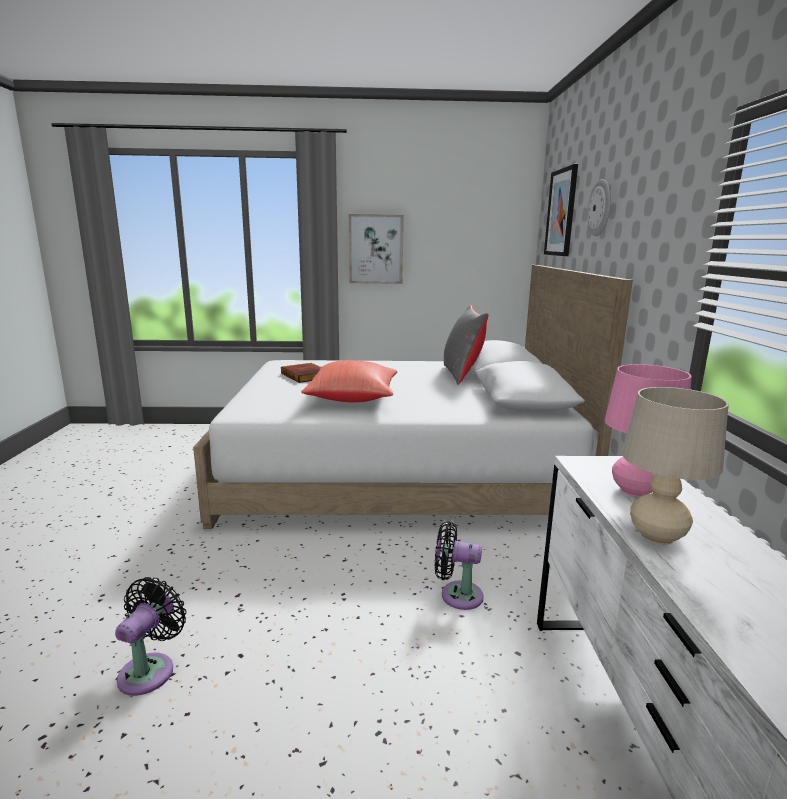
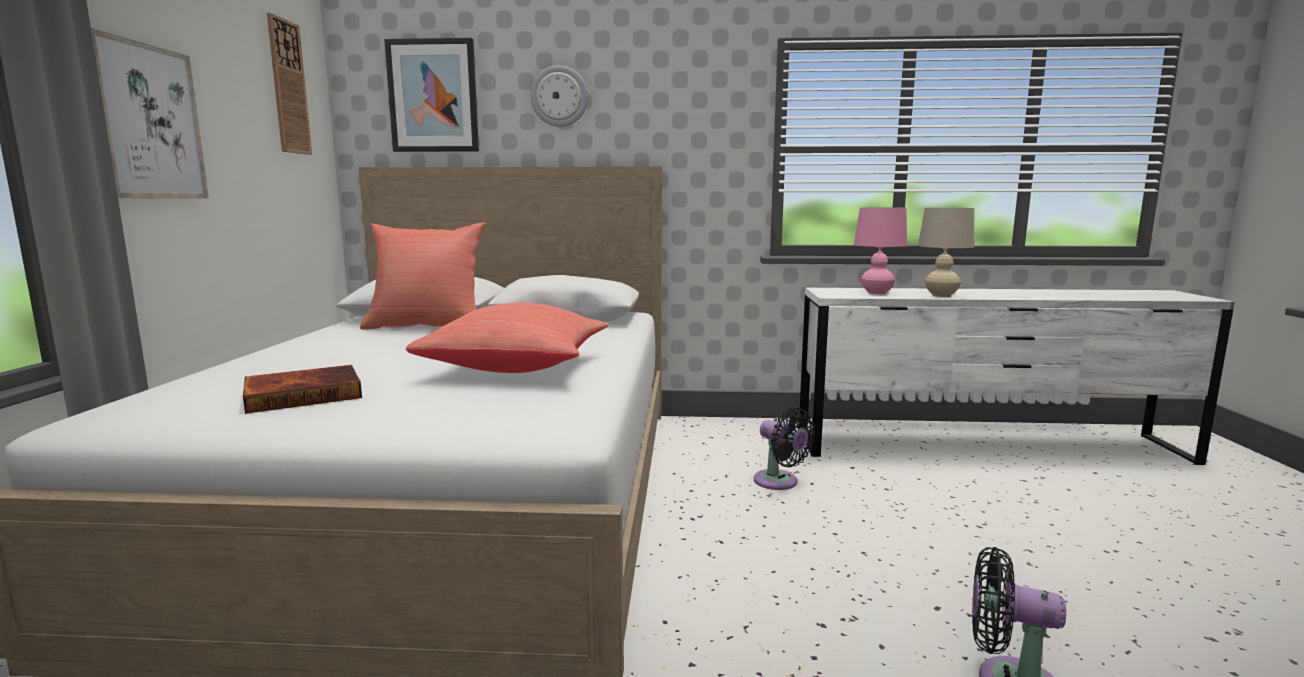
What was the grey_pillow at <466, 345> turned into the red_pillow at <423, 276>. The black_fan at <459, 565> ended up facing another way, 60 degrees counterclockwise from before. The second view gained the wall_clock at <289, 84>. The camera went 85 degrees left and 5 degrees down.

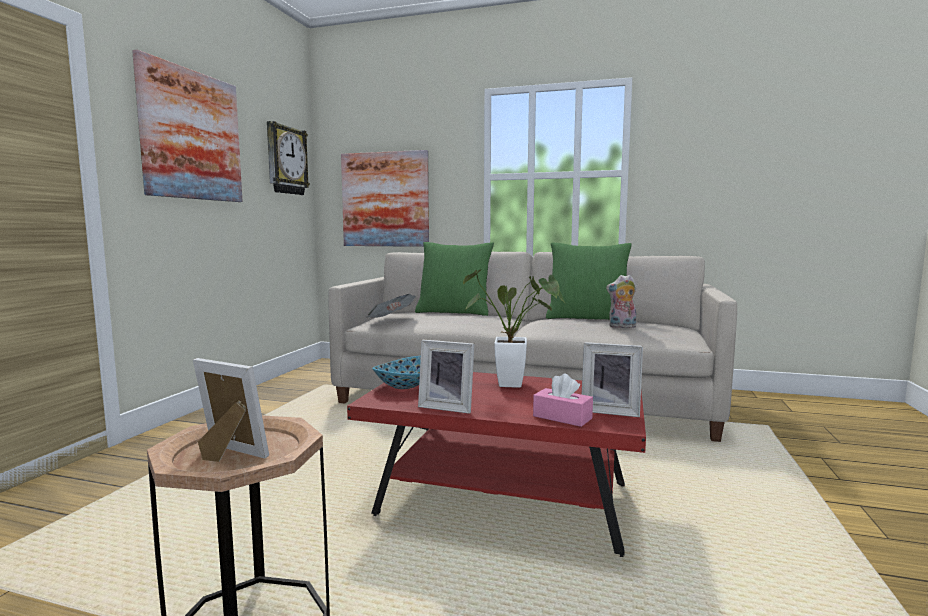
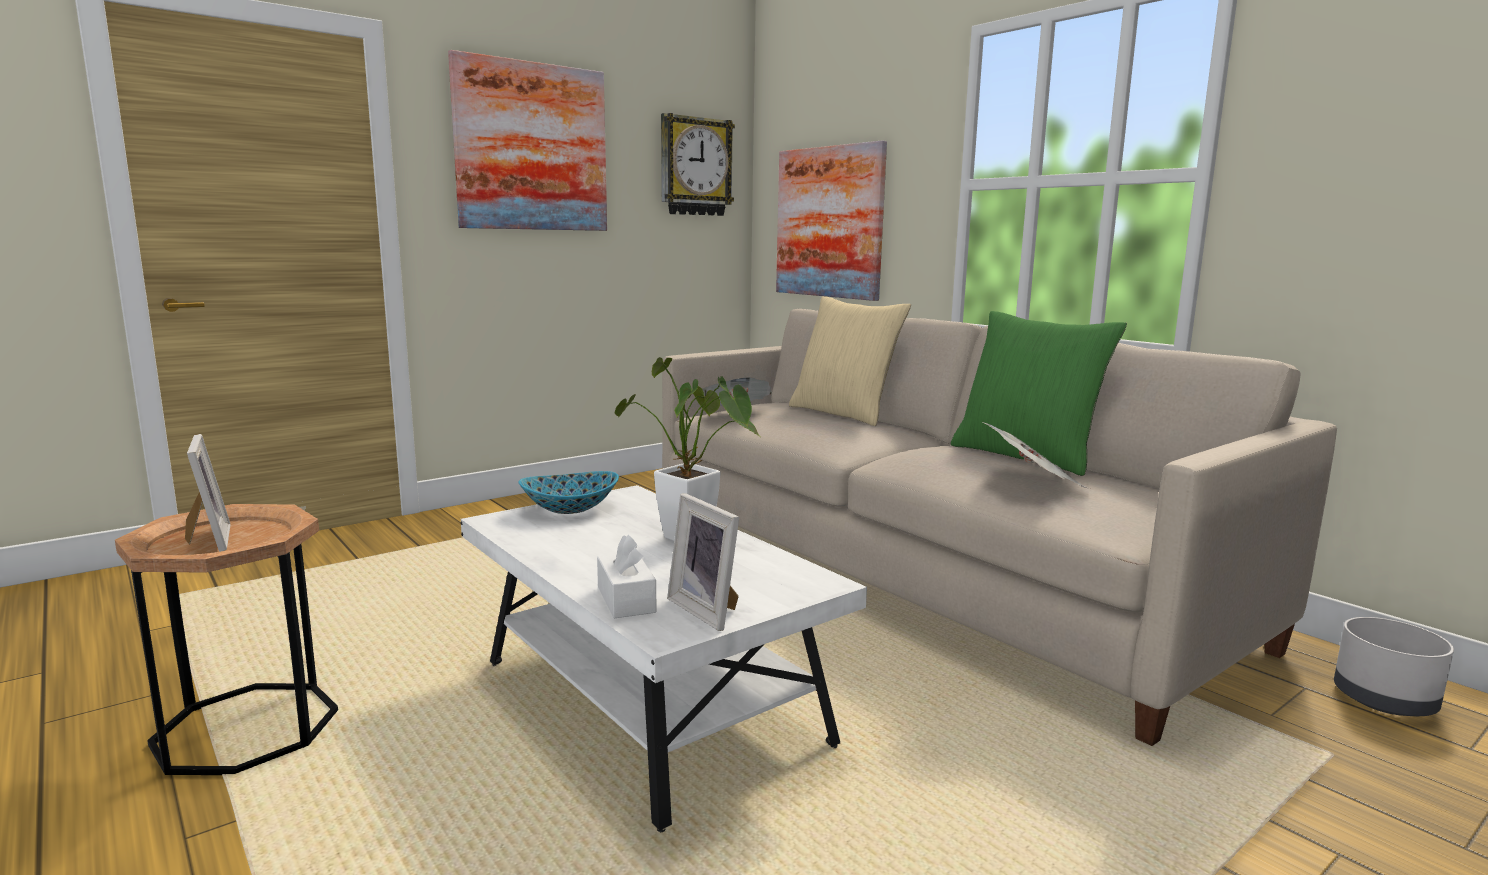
What was the green_pillow at <454, 279> turned into the beige_pillow at <850, 361>. Where the plush_toy stood at <621, 302>, the newspaper came to stand at <1036, 455>. The second view lost the picture_frame at <446, 377>. What was the red_coffee_table at <496, 464> turned into the white_coffee_table at <664, 658>. What was the pink_tissue_box at <563, 400> turned into the white_tissue_box at <627, 576>. The second view gained the grey_planter at <1394, 666>. The camera went 35 degrees right and 5 degrees up.

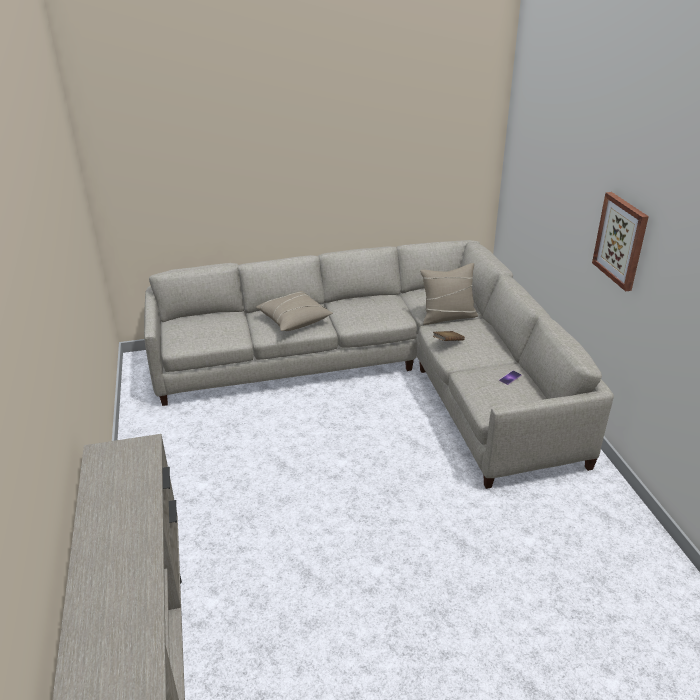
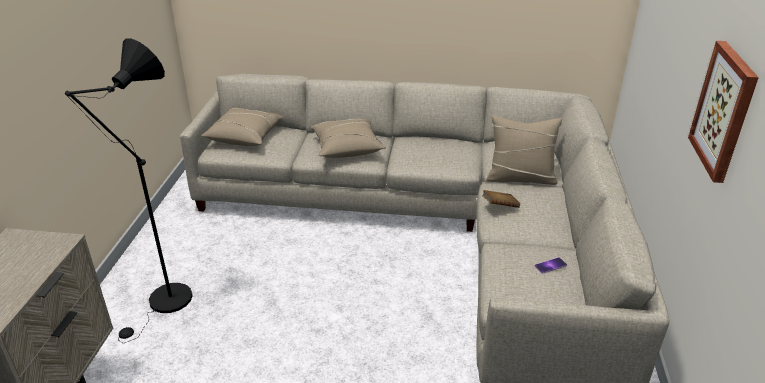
The second view gained the black_floor_lamp at <129, 190>. The second view gained the beige_pillow at <242, 127>. The camera went 20 degrees right and 0 degrees up.

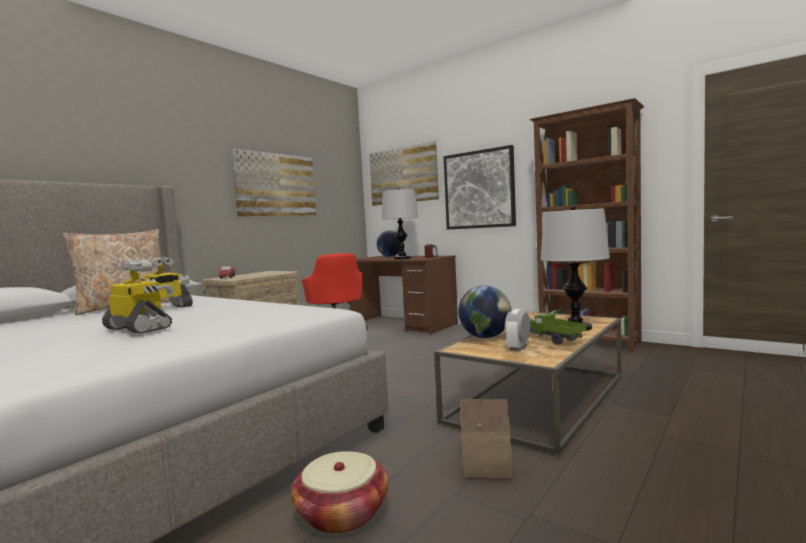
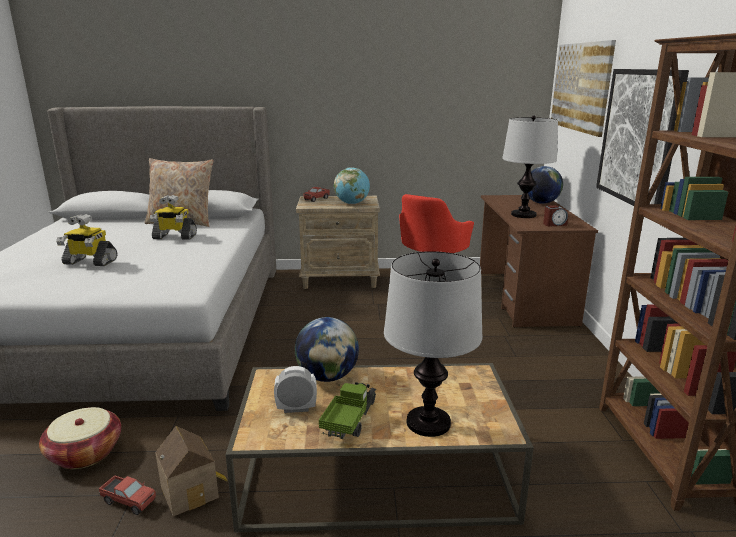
The second view lost the picture at <274, 182>. The toy_robot at <138, 297> ended up facing another way, 105 degrees clockwise from before. The second view gained the globe at <352, 185>. The second view gained the toy_truck at <127, 495>. The camera went 50 degrees right and 15 degrees up.

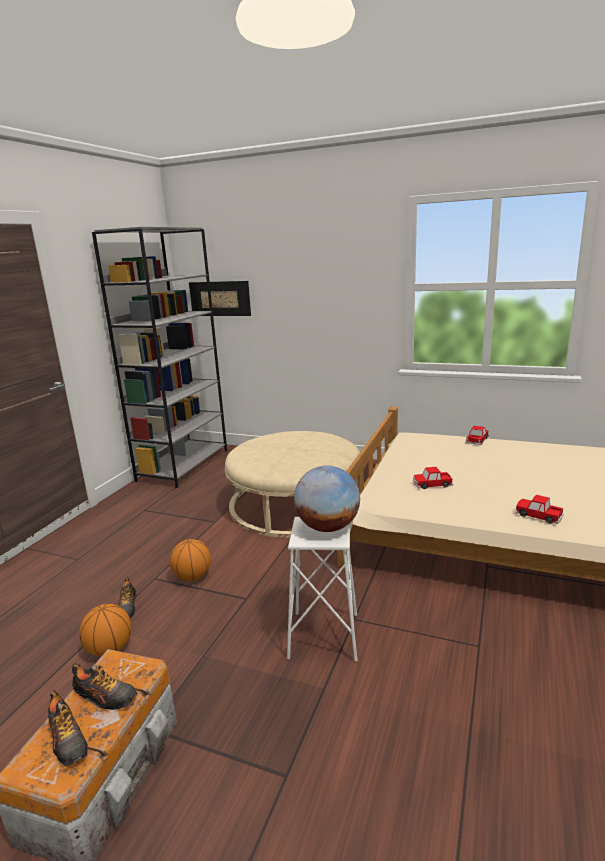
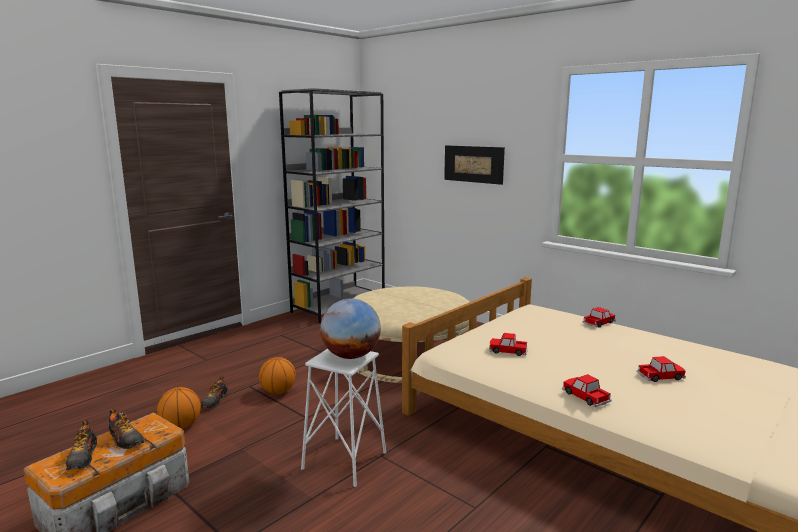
The picture ended up elsewhere, having gone from <220, 298> to <474, 165>. The second view gained the toy_car at <661, 369>. The camera went 20 degrees right and 5 degrees down.

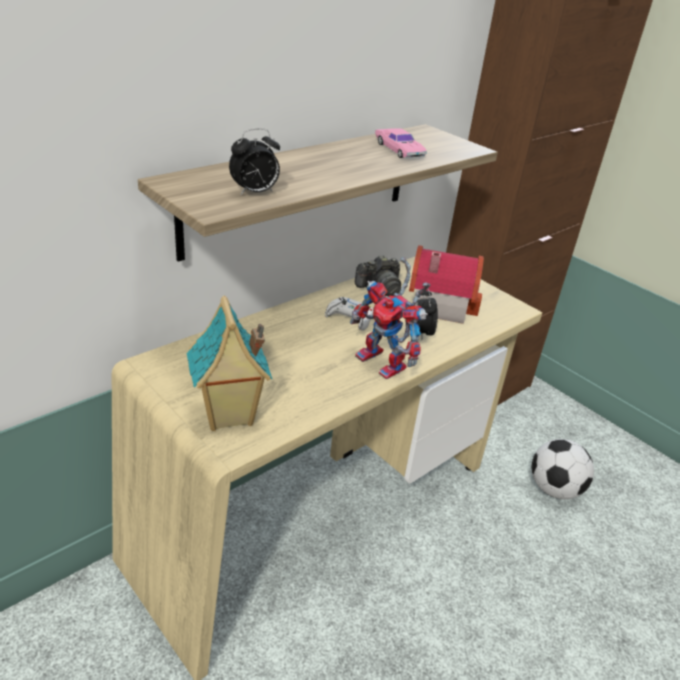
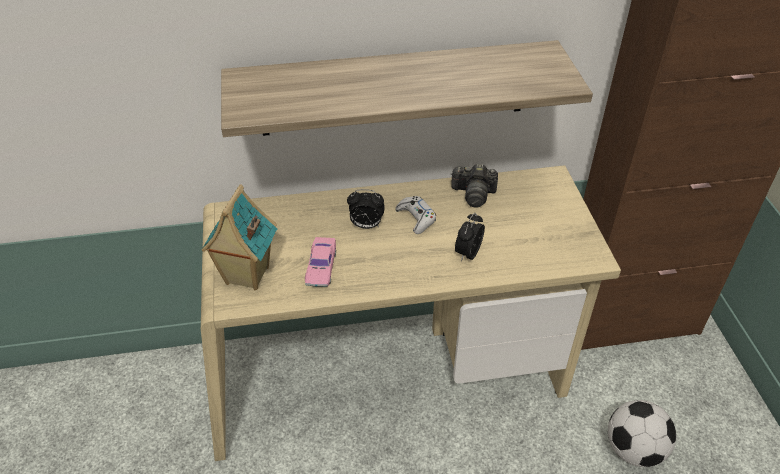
The alarm_clock ended up elsewhere, having gone from <254, 161> to <366, 209>. The pink_toy_car ended up elsewhere, having gone from <401, 143> to <320, 262>. The second view lost the toy_house at <446, 284>. The second view lost the toy_robot at <390, 318>. The camera went 35 degrees right and 10 degrees up.

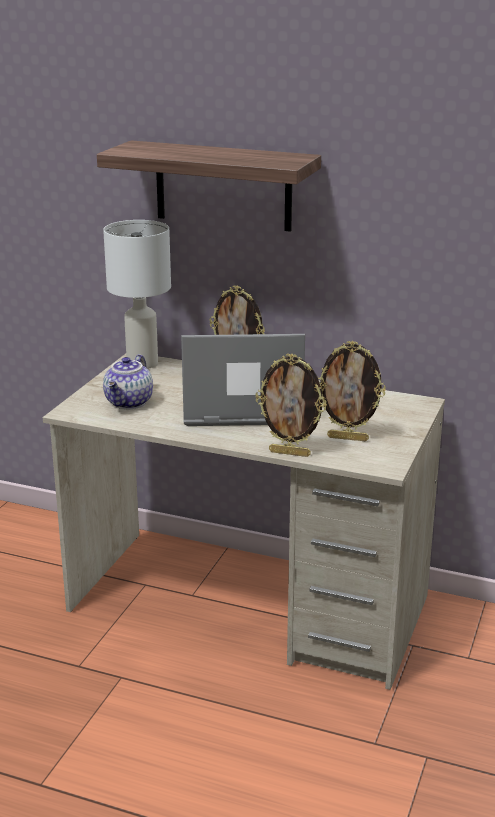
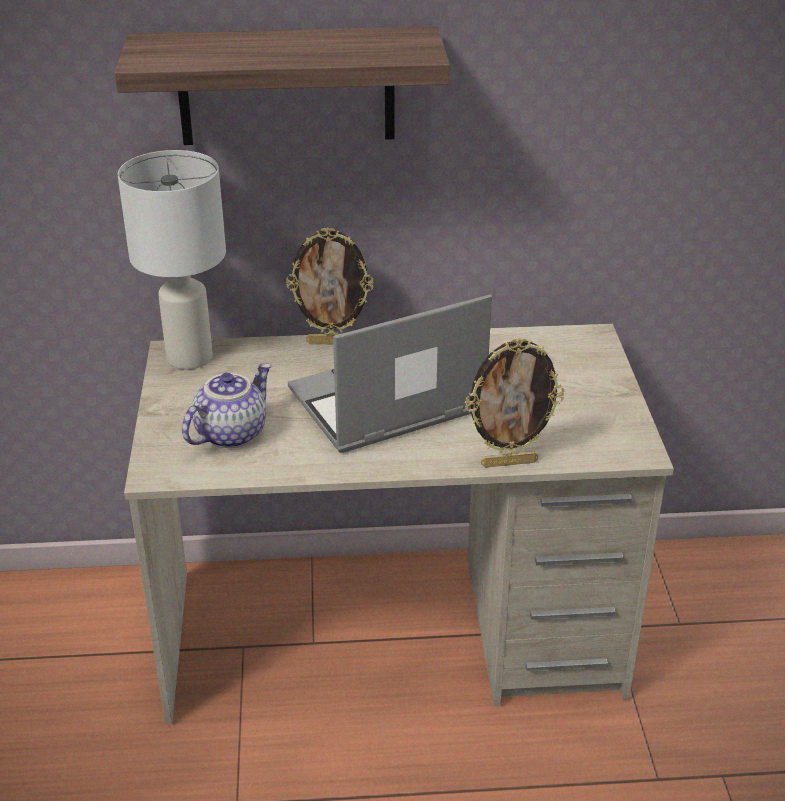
The second view lost the picture_frame at <352, 391>. The teapot at <128, 381> ended up facing another way, 135 degrees counterclockwise from before. The camera went 25 degrees left and 10 degrees up.

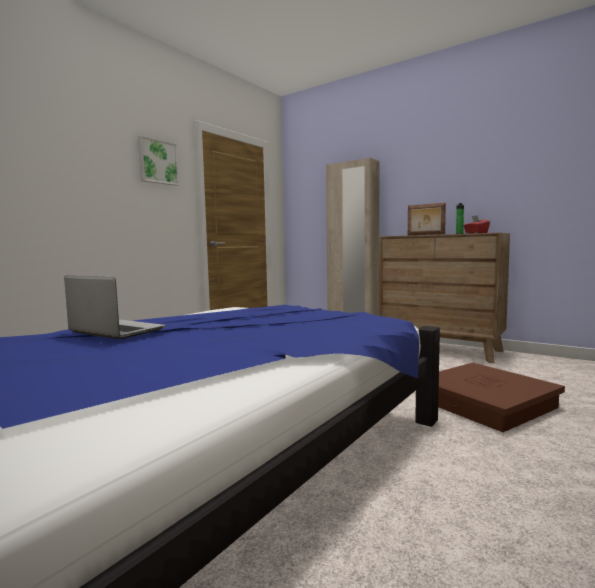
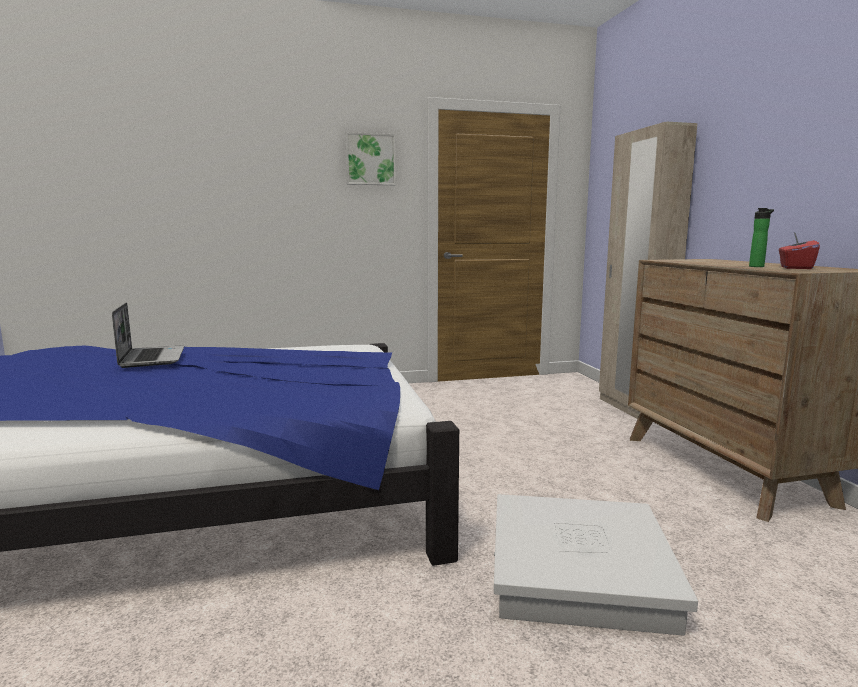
The second view lost the picture_frame at <427, 219>. What was the brown_storage_box at <501, 397> turned into the white_storage_box at <596, 565>. The camera went 40 degrees right and 5 degrees up.

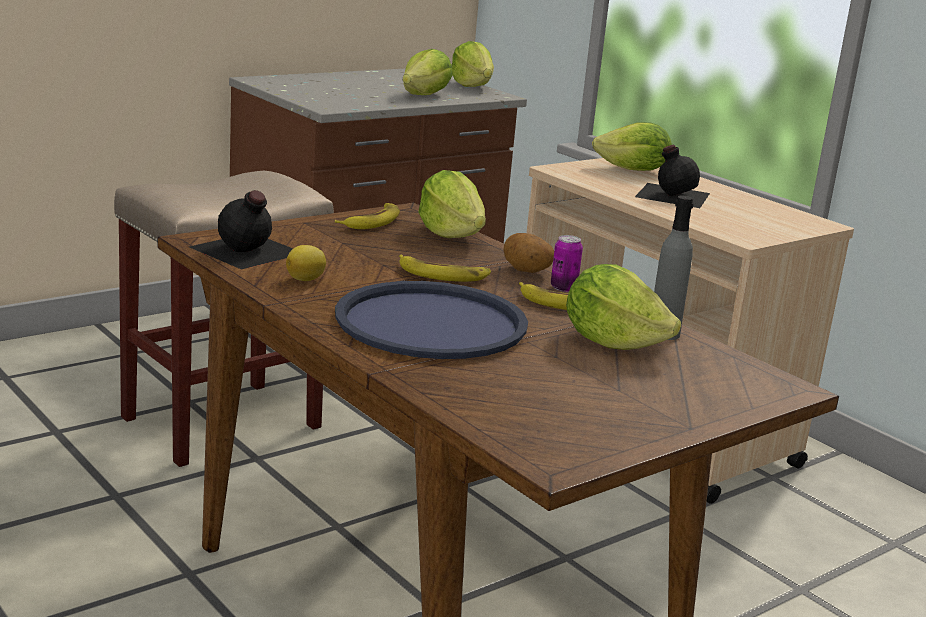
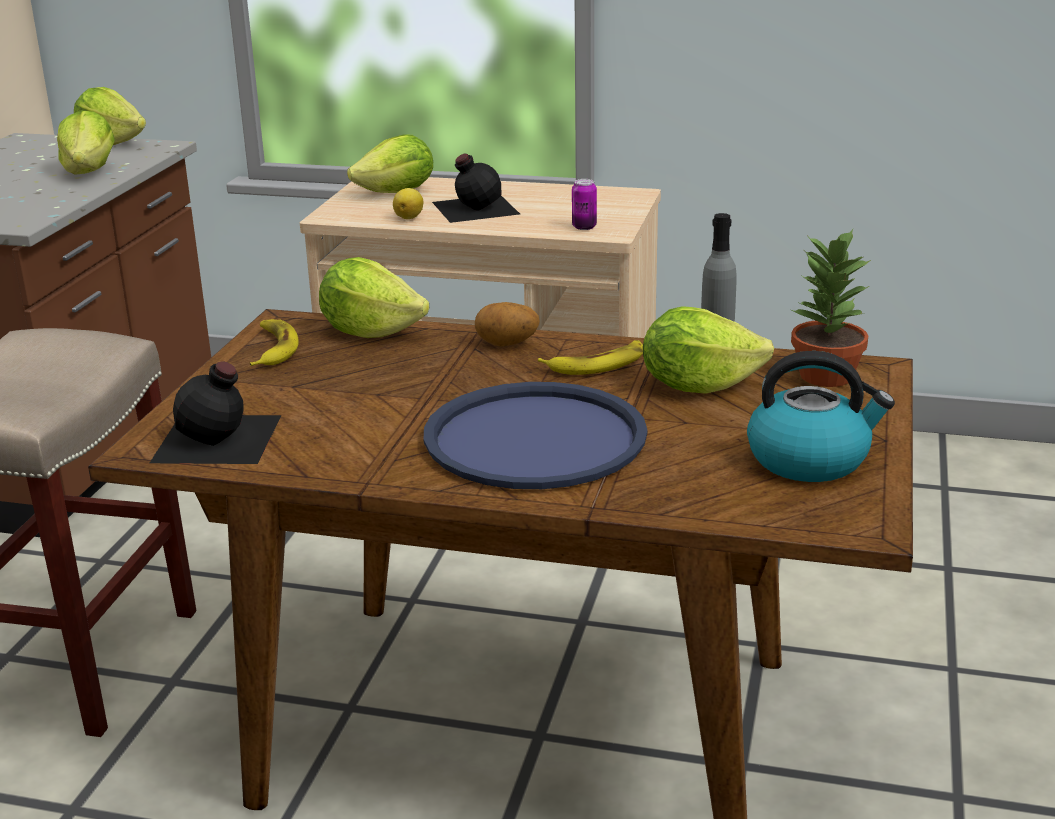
The can ended up elsewhere, having gone from <567, 263> to <584, 204>. The lemon ended up elsewhere, having gone from <306, 263> to <408, 203>. The second view lost the banana at <445, 268>. The second view gained the potted_plant at <831, 308>. The second view gained the kettle at <821, 416>. The camera went 35 degrees left and 5 degrees up.

